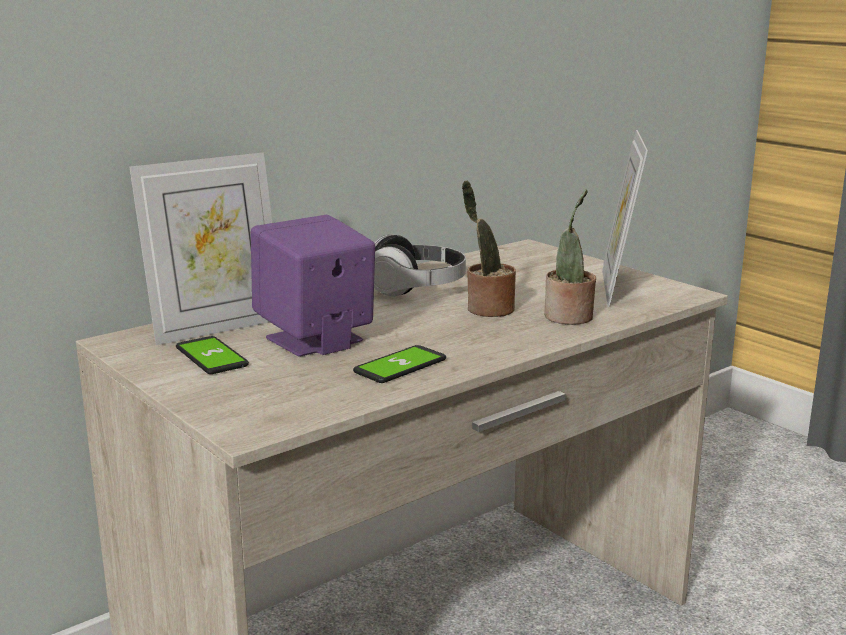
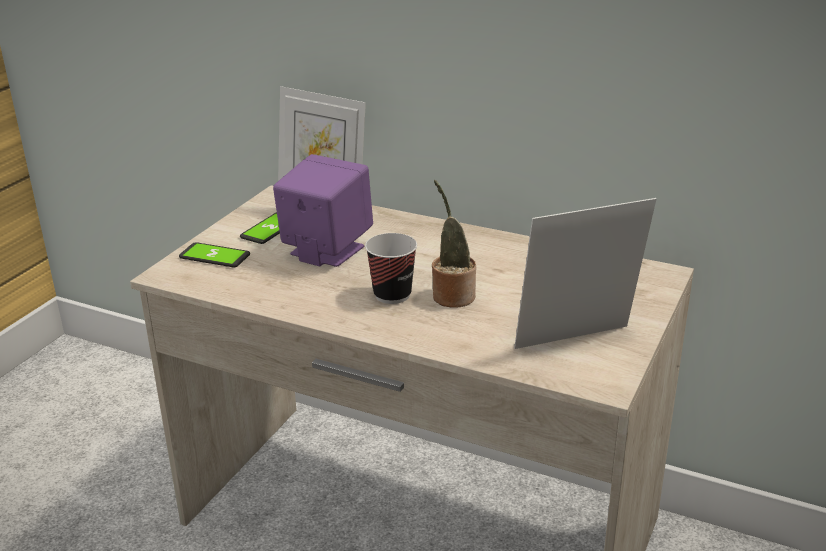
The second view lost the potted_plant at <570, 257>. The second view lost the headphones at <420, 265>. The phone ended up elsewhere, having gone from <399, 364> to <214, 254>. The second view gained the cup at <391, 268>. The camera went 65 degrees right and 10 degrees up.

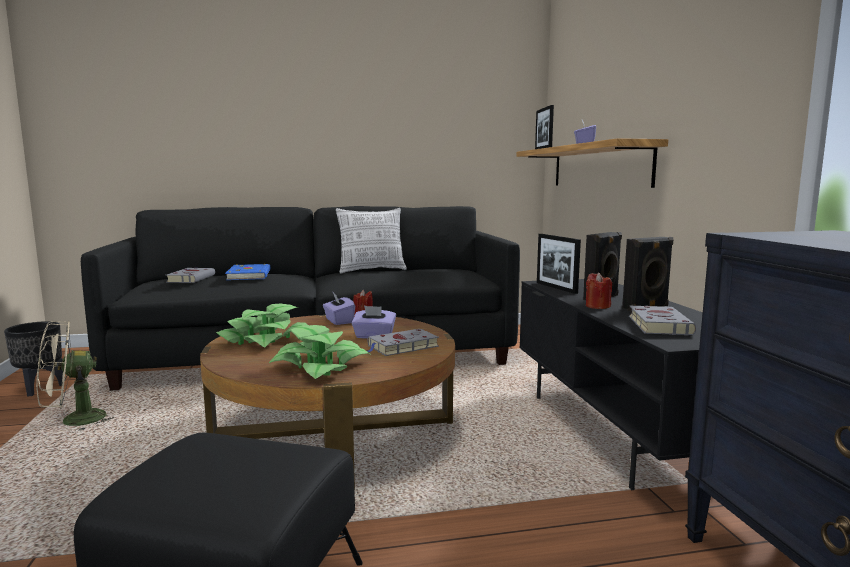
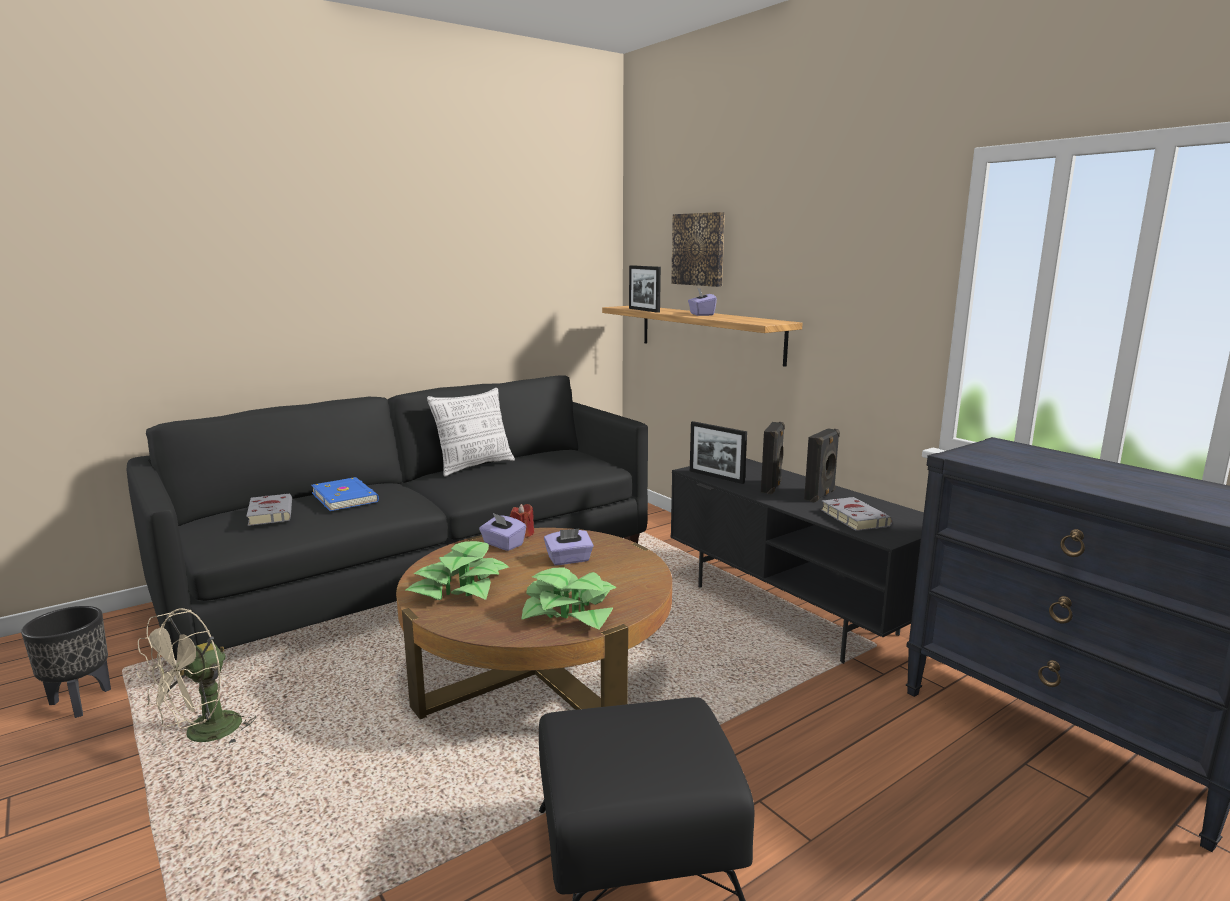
The second view lost the red_candle at <599, 290>. The second view lost the grey_book at <403, 342>. The second view gained the picture at <698, 249>. The camera went 25 degrees left and 5 degrees up.

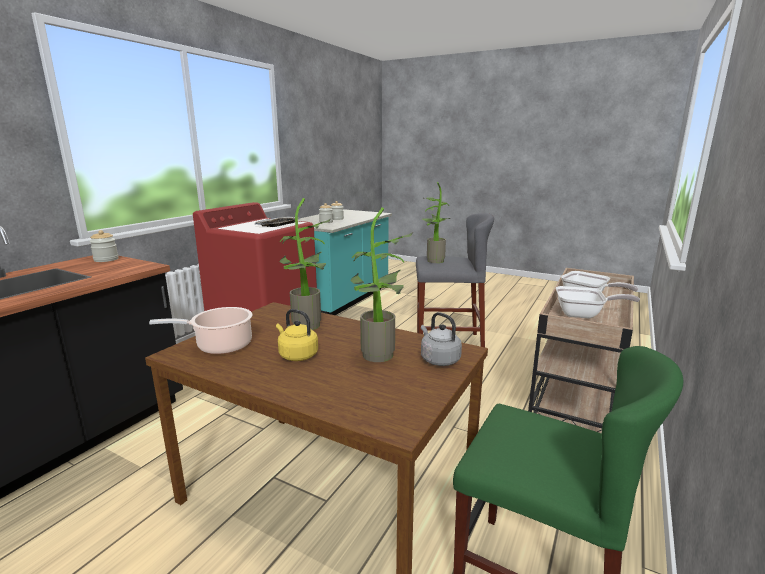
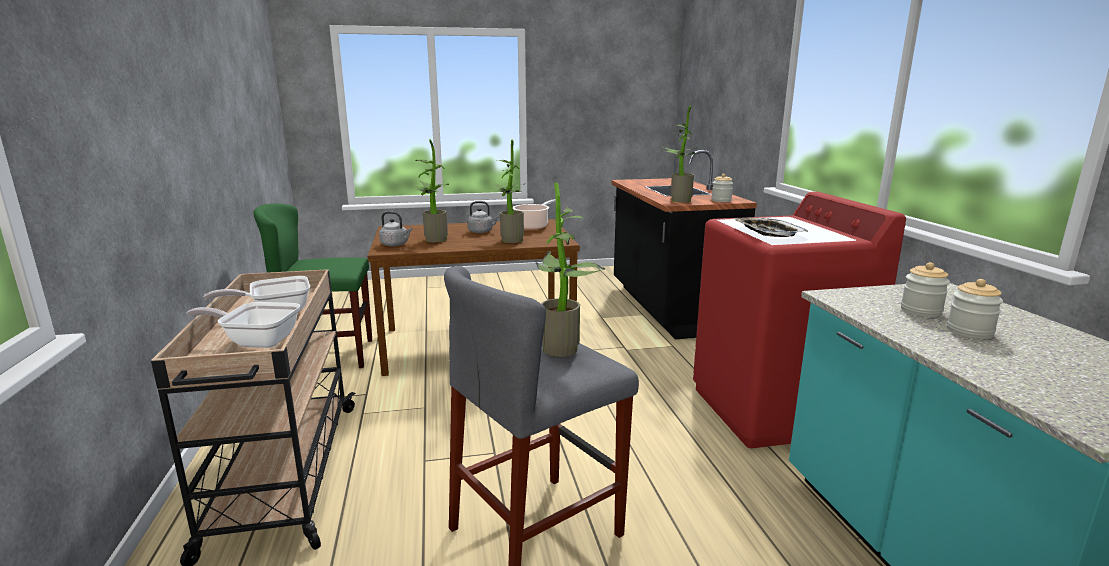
What was the yellow_kettle at <297, 335> turned into the grey_kettle at <483, 217>. The second view gained the potted_plant at <679, 154>. The camera went 140 degrees right and 0 degrees up.

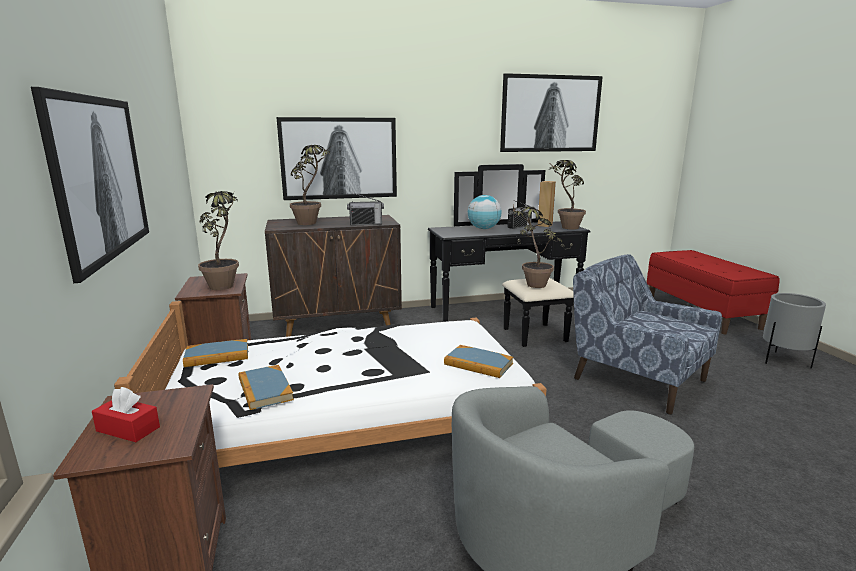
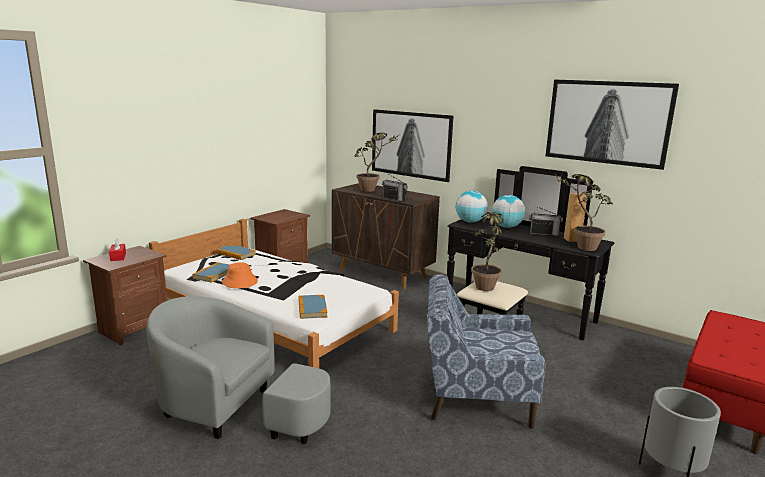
The second view lost the picture at <90, 185>. The second view lost the potted_plant at <218, 240>. The blue_armchair at <647, 334> ended up facing another way, 90 degrees counterclockwise from before. The second view gained the globe at <471, 207>. The second view gained the orange_hat at <240, 275>. The camera went 50 degrees right and 0 degrees up.

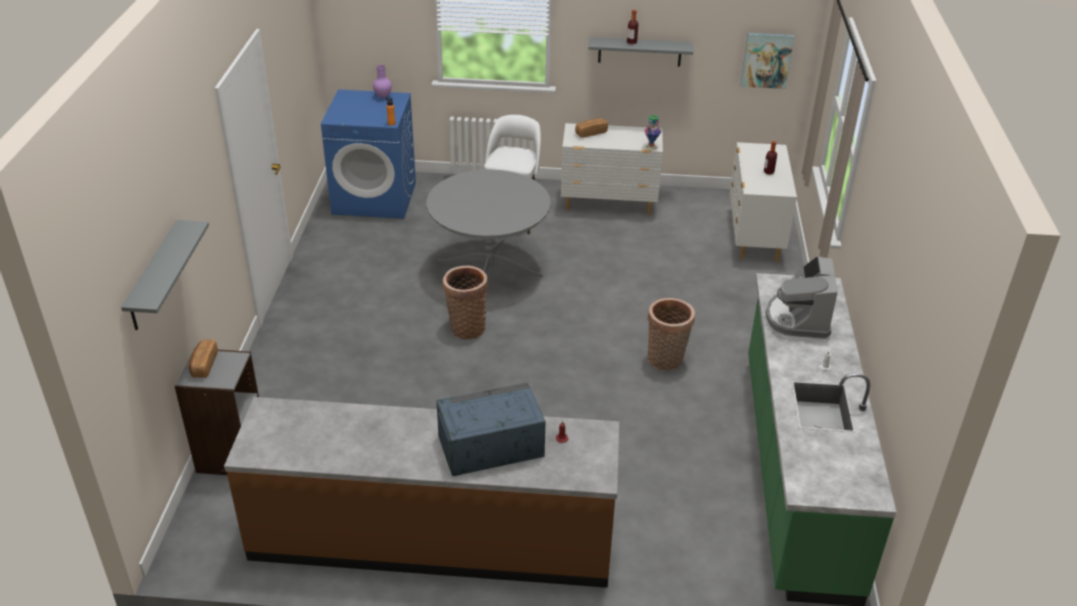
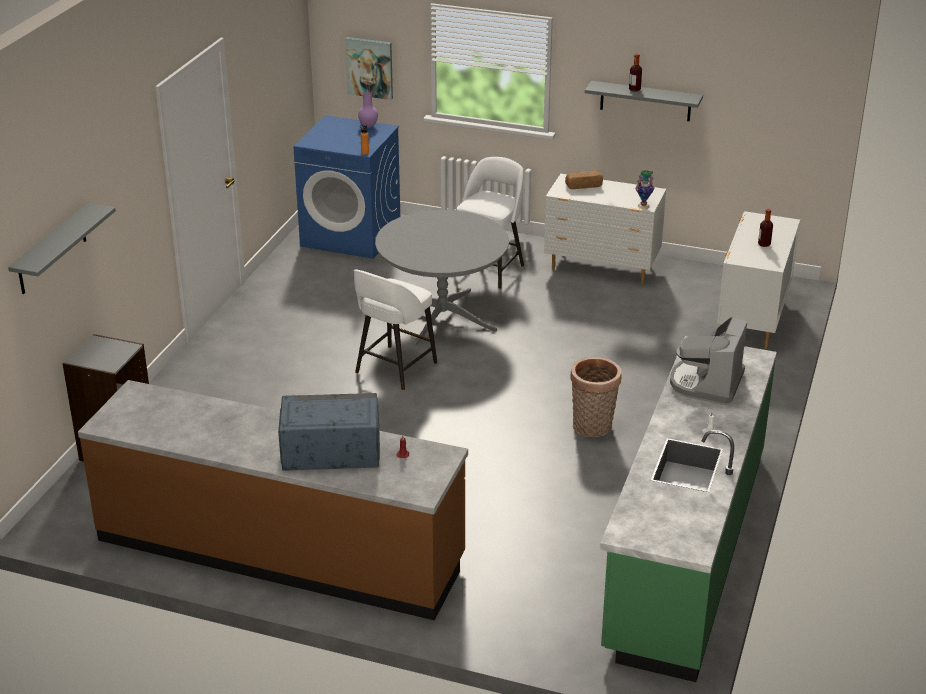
The picture ended up elsewhere, having gone from <768, 61> to <369, 68>. Where the basket stood at <465, 303>, the white_stool came to stand at <395, 329>. The second view lost the bread at <203, 358>. The camera went 15 degrees right and 5 degrees down.

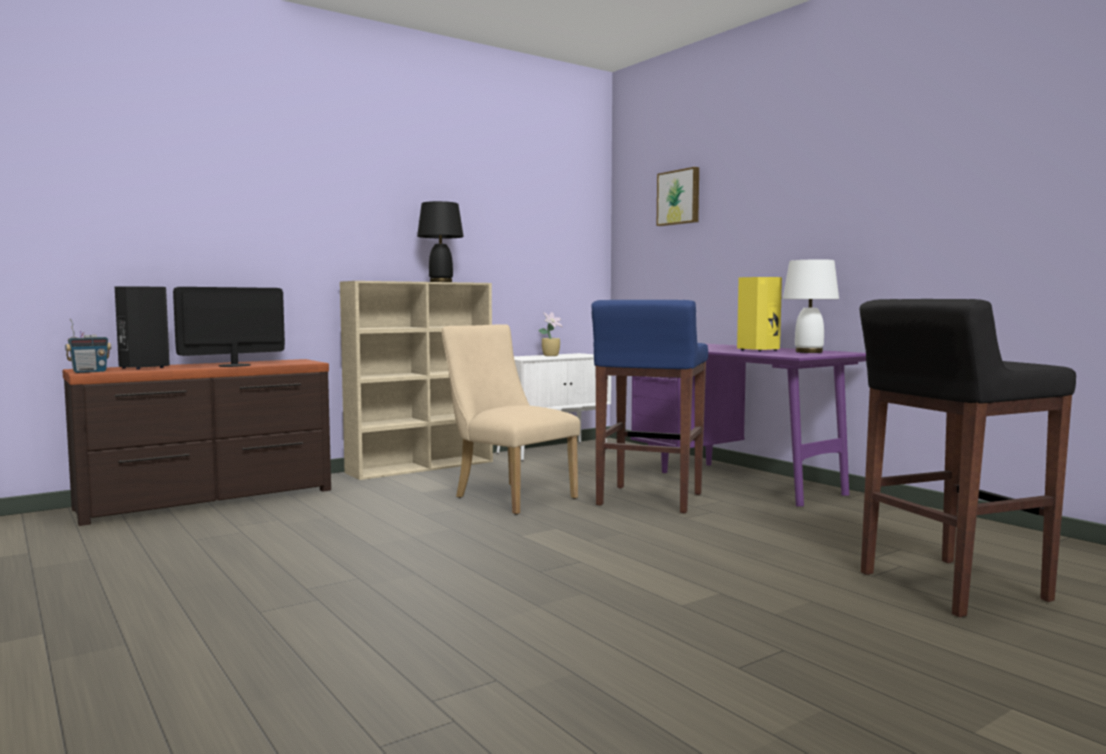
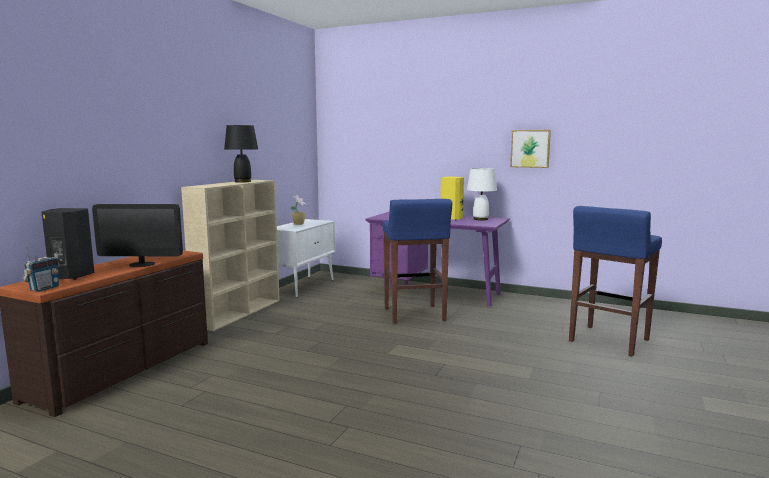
The picture ended up elsewhere, having gone from <678, 196> to <530, 149>. The monitor at <229, 327> ended up facing another way, 105 degrees counterclockwise from before. What was the black_stool at <968, 458> turned into the blue_stool at <615, 281>. The second view lost the beige_chair at <510, 419>. The camera went 30 degrees left and 5 degrees up.

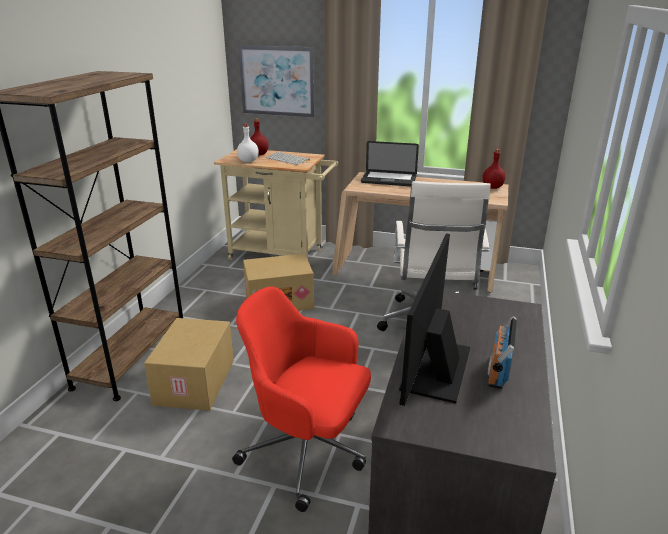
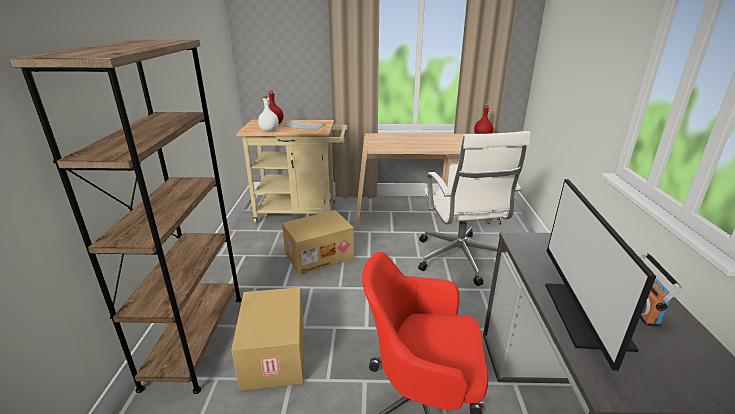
The second view lost the picture at <276, 81>. The second view lost the laptop at <390, 163>. The camera went 15 degrees left and 0 degrees up.

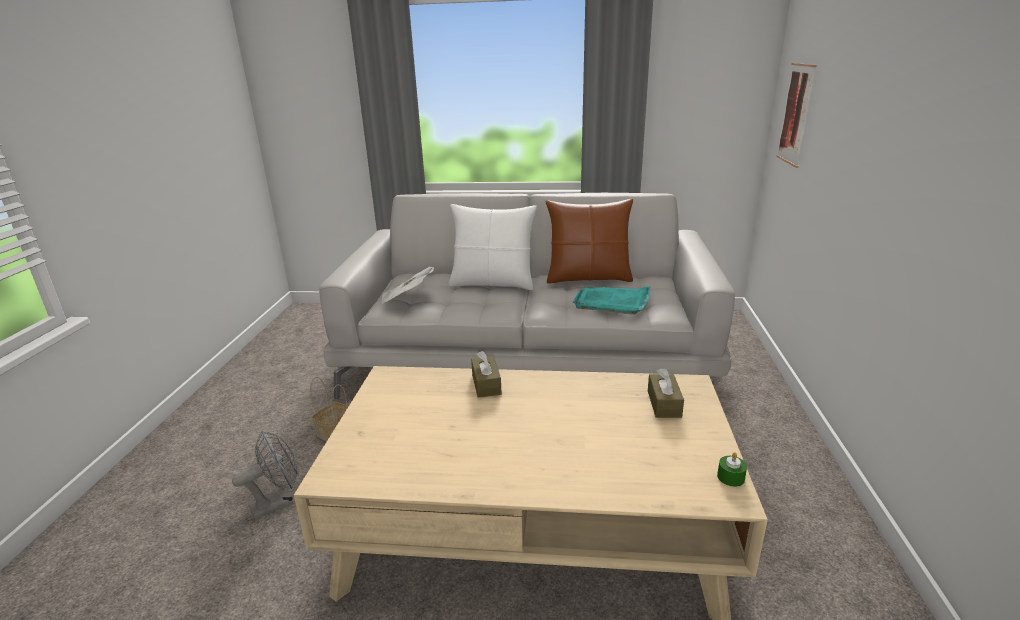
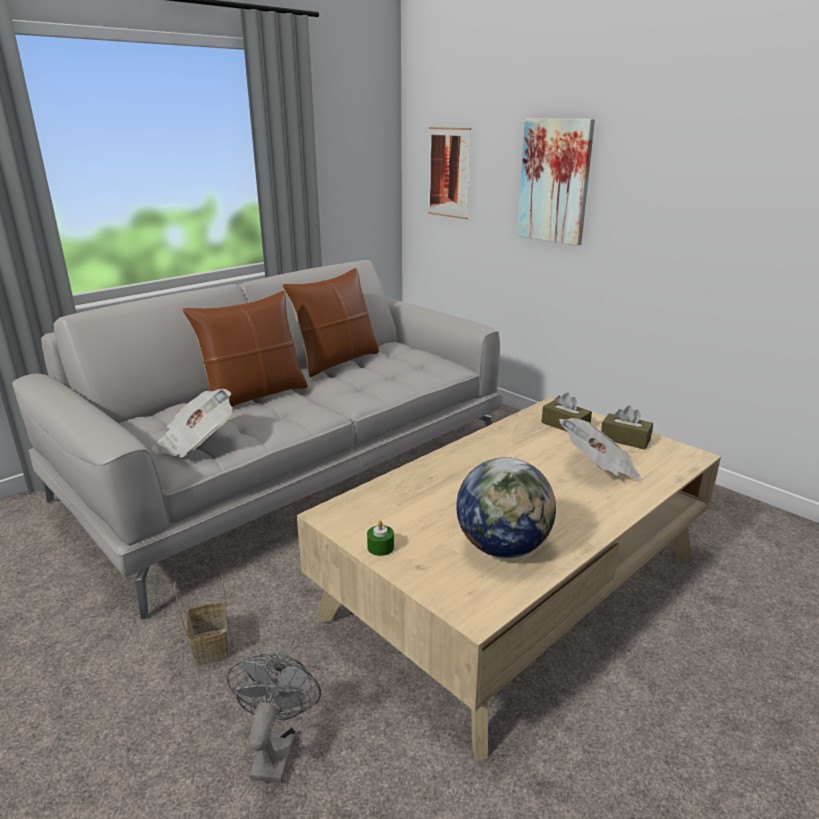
What was the white_pillow at <492, 247> turned into the brown_pillow at <245, 348>. The second view lost the turquoise_tray at <611, 301>. The brown_tissue_box ended up elsewhere, having gone from <486, 374> to <627, 427>. The green_candle ended up elsewhere, having gone from <732, 469> to <380, 538>. The second view gained the picture at <556, 182>. The second view gained the newspaper at <601, 449>. The second view gained the globe at <506, 507>. The camera went 50 degrees left and 0 degrees up.

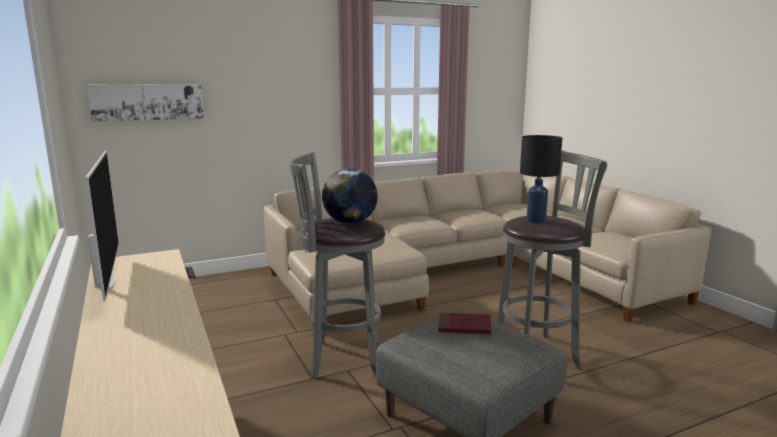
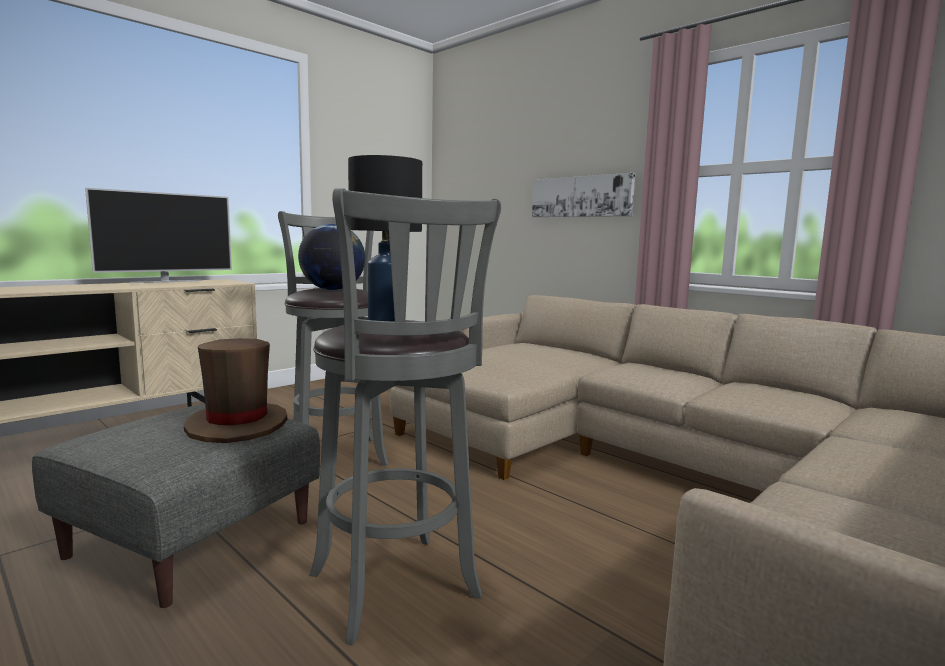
The picture ended up elsewhere, having gone from <145, 103> to <583, 195>. Where the red_book stood at <465, 323>, the brown_hat came to stand at <236, 390>. The camera went 70 degrees right and 5 degrees down.

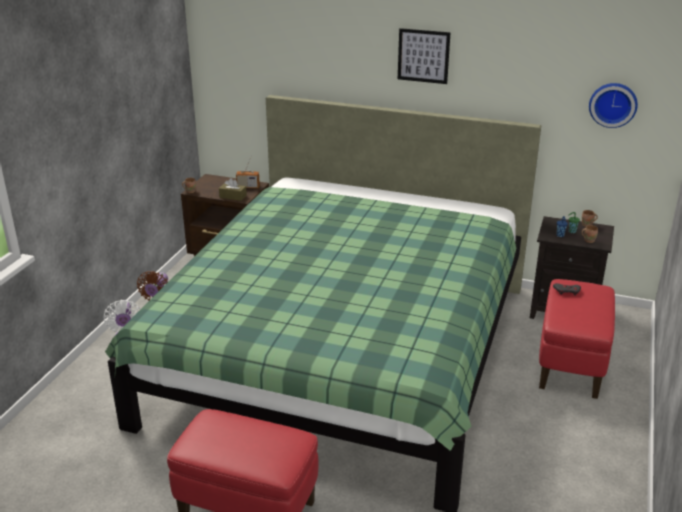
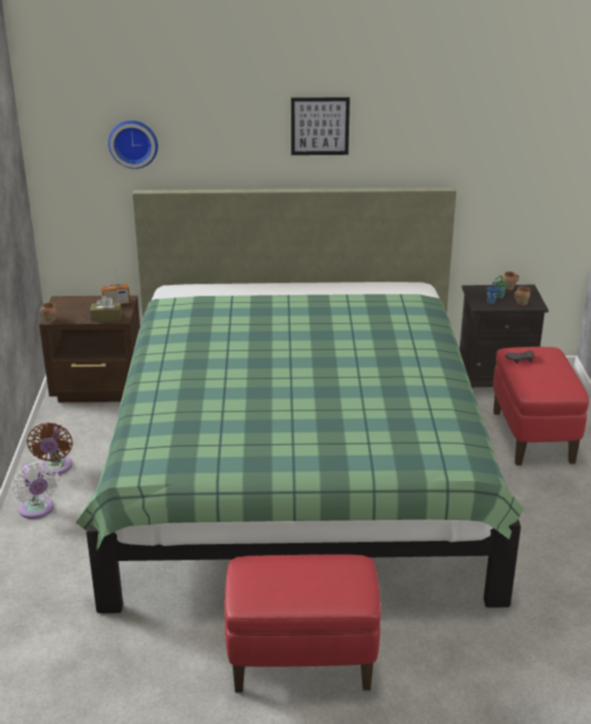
The wall_clock ended up elsewhere, having gone from <613, 105> to <133, 144>. The camera went 20 degrees left and 0 degrees up.

